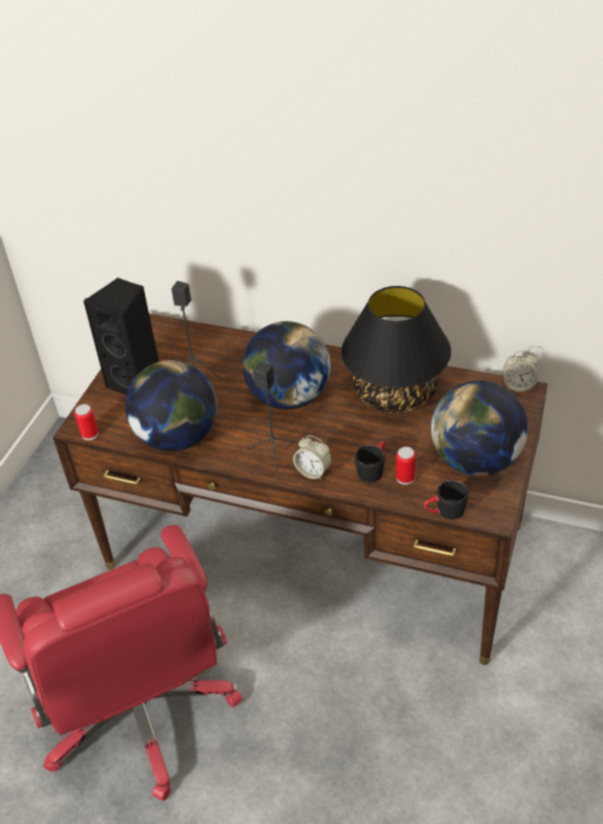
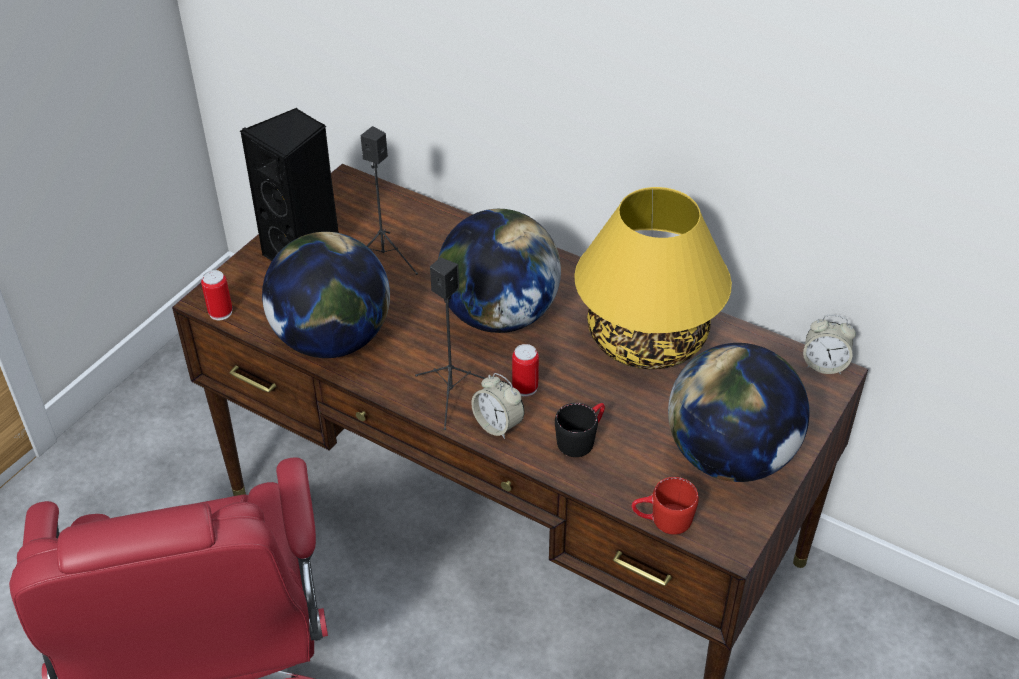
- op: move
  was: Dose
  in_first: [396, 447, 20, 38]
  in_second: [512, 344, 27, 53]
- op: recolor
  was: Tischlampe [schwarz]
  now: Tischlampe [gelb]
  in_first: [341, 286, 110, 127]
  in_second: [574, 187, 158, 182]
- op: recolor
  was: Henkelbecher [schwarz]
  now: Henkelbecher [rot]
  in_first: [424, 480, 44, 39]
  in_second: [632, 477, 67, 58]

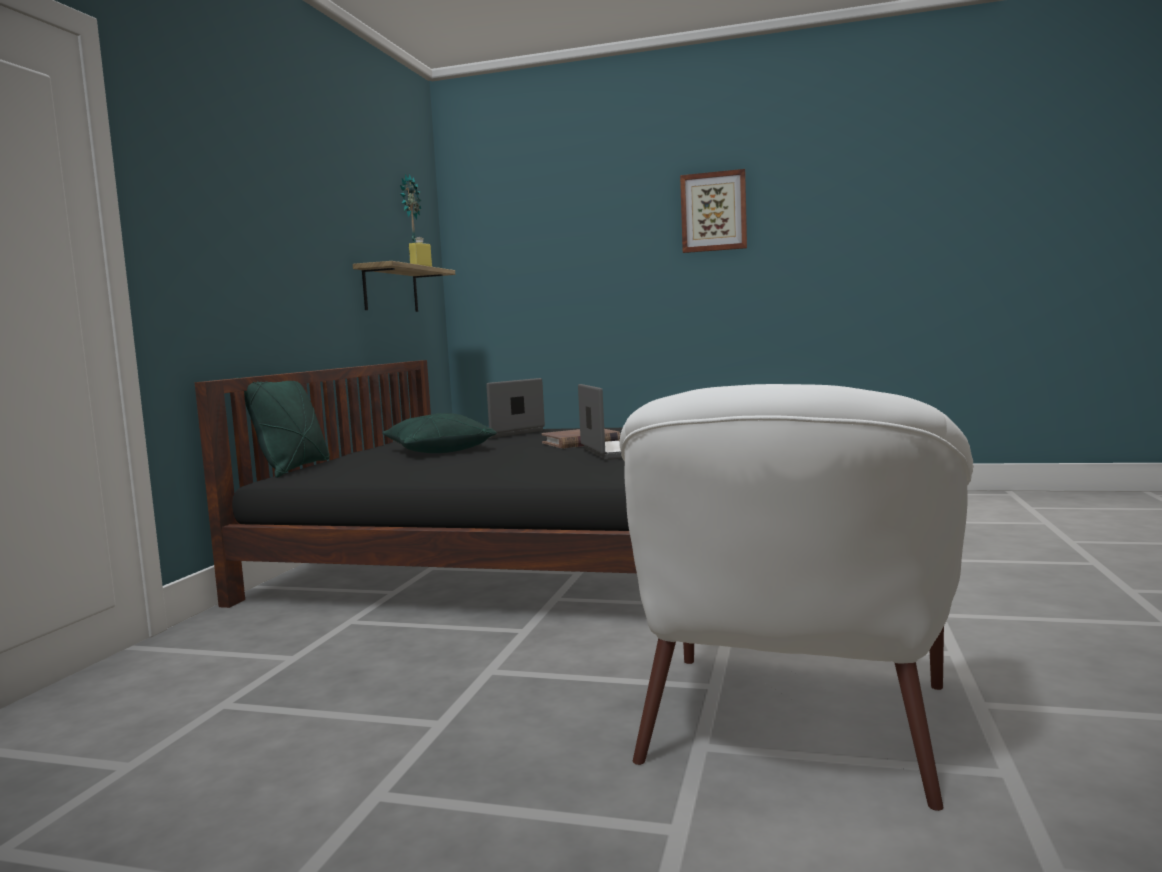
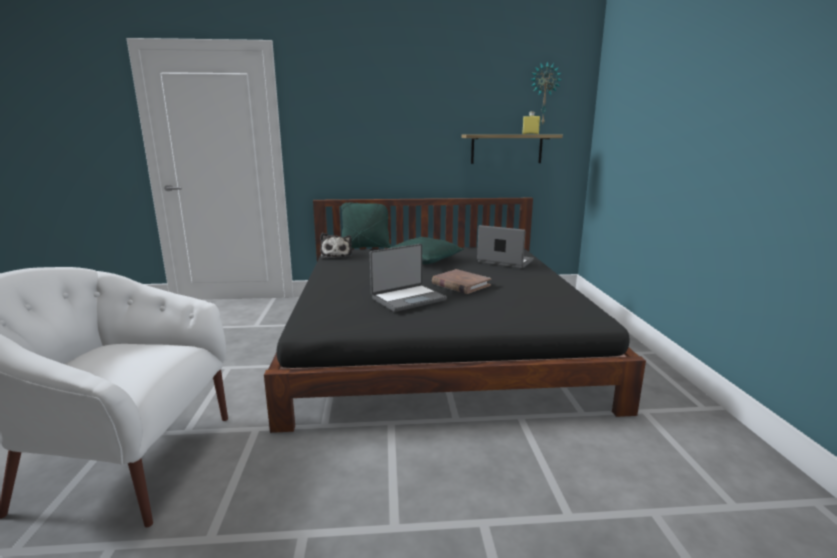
- op: insert
  now: Plüschtier
  in_second: [320, 233, 32, 25]
- op: delete
  was: Bild
  in_first: [680, 169, 67, 84]

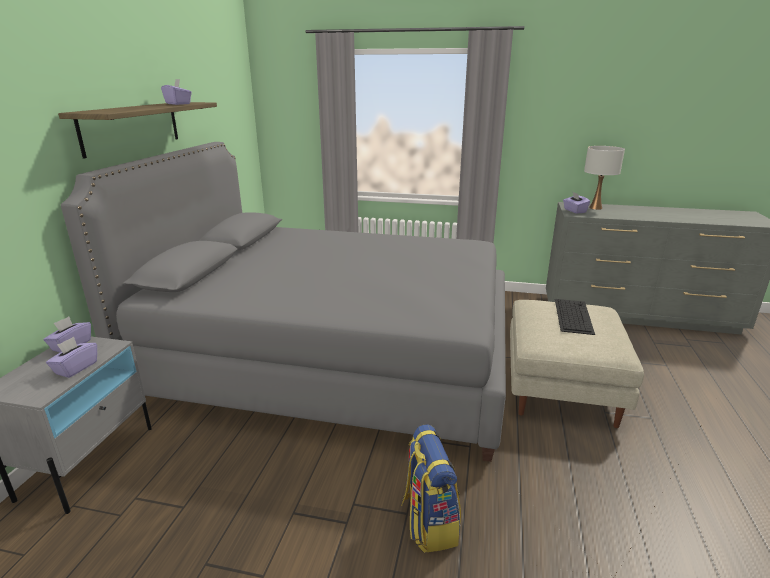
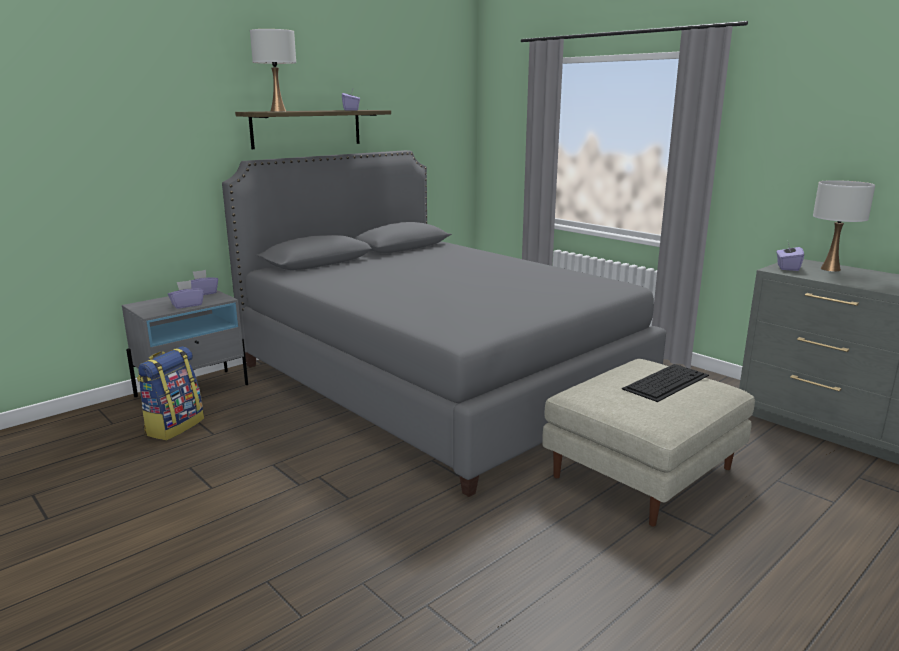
- op: move
  was: Rucksack
  in_first: [401, 424, 60, 129]
  in_second: [137, 346, 67, 94]
- op: insert
  now: Tischlampe [weiß]
  in_second: [250, 29, 46, 83]

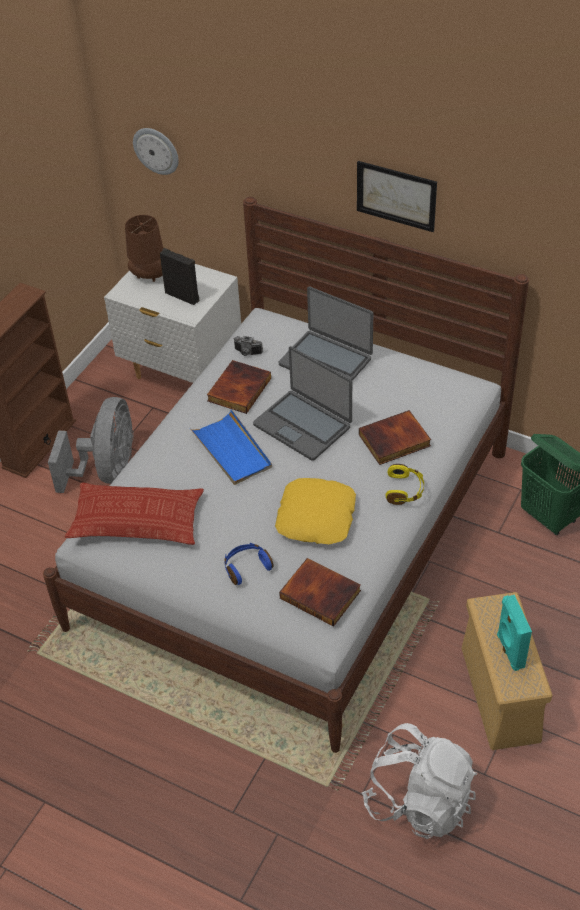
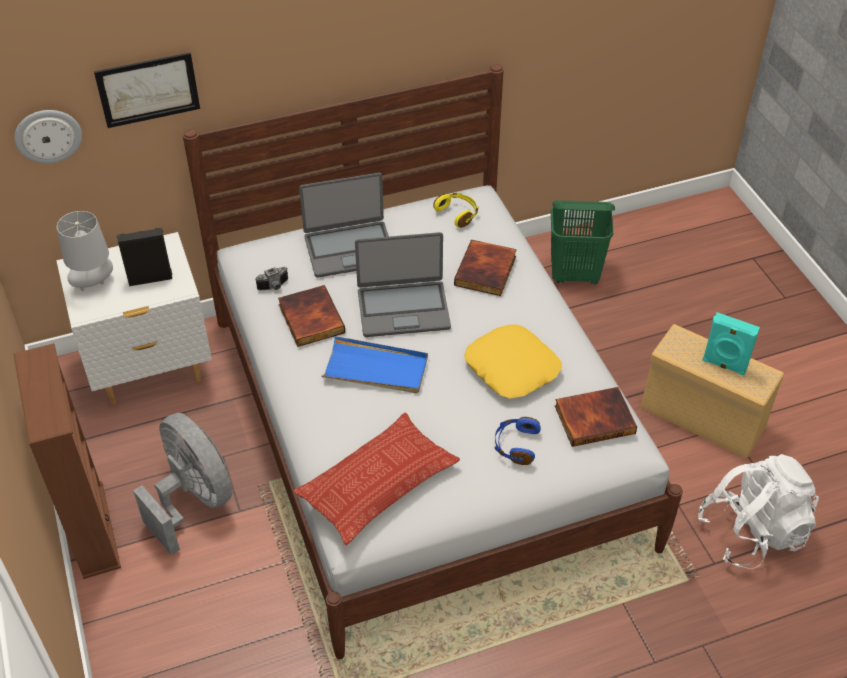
- op: recolor
  was: Tischlampe [braun]
  now: Tischlampe [grau]
  in_first: [125, 215, 39, 67]
  in_second: [57, 211, 56, 80]
- op: move
  was: Bild
  in_first: [357, 161, 80, 71]
  in_second: [94, 53, 106, 75]
- op: move
  was: Kopfhörer [gelb]
  in_first: [386, 464, 38, 41]
  in_second: [433, 193, 46, 35]

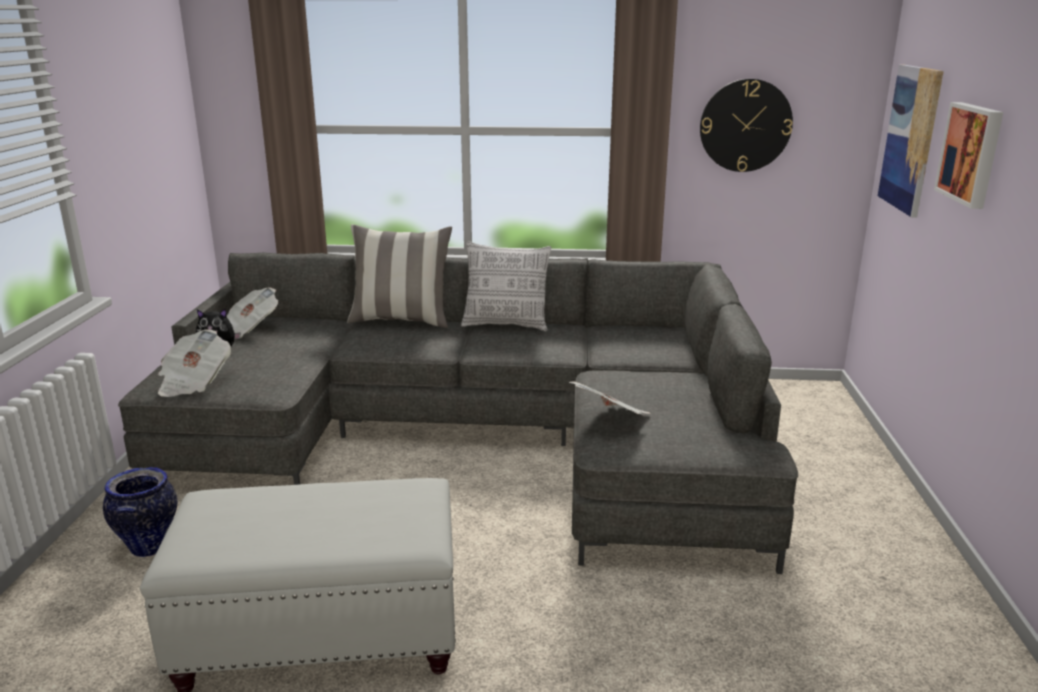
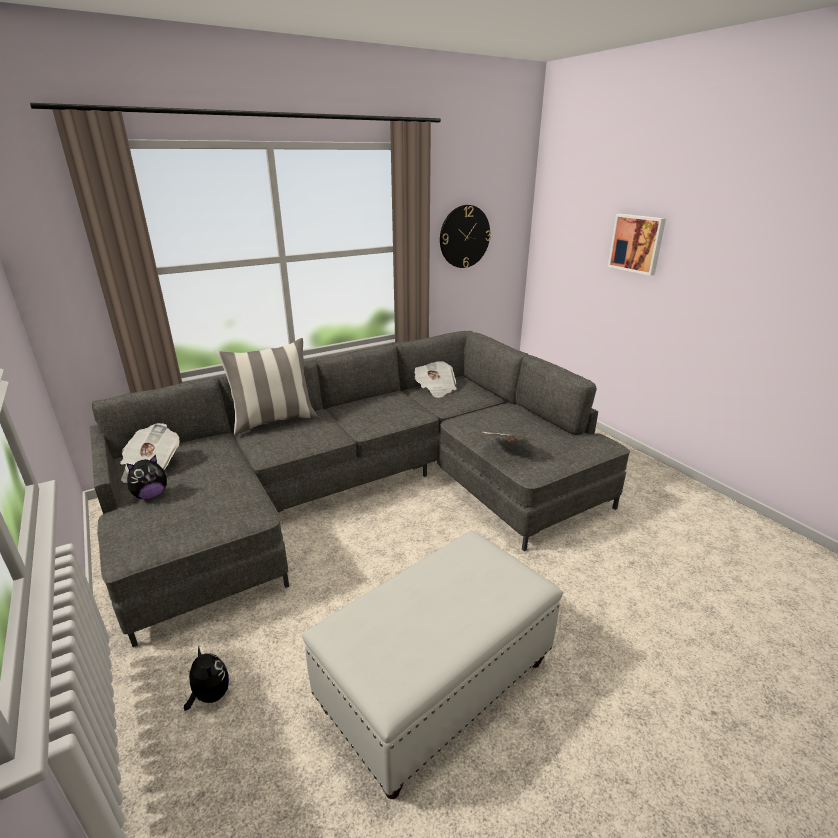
- op: replace
  was: Vase
  now: Plüschtier
  in_first: [103, 467, 74, 90]
  in_second: [184, 647, 45, 64]
- op: move
  was: Zeitung
  in_first: [158, 329, 73, 68]
  in_second: [415, 361, 42, 37]
- op: delete
  was: Kissen
  in_first: [461, 241, 90, 91]
- op: delete
  was: Bild
  in_first: [878, 65, 66, 152]

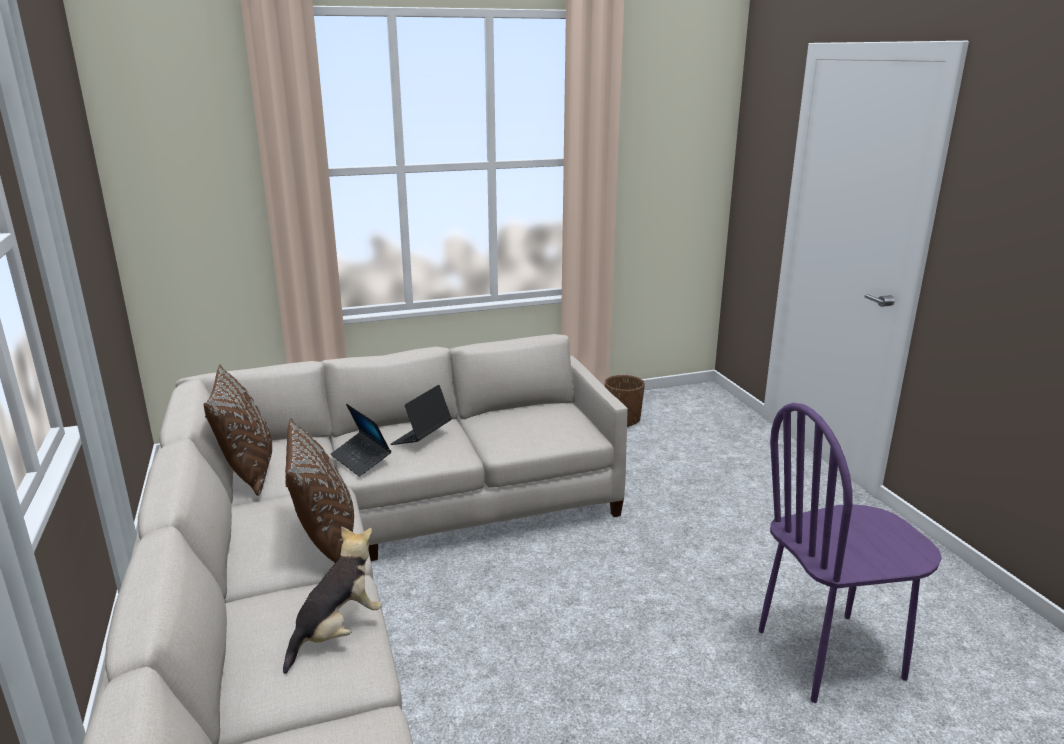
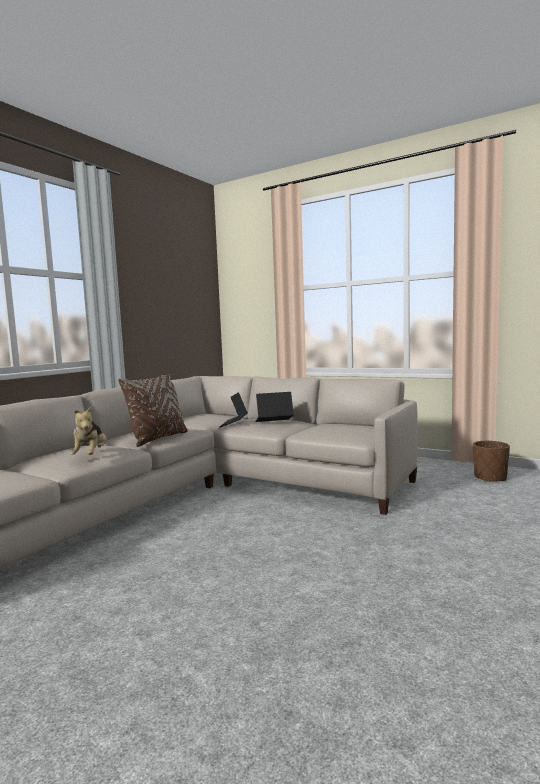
- op: rotate
  was: Plüschtier
  in_first: [283, 526, 99, 148]
  in_second: [70, 406, 37, 49]
  clockwise: 90
- op: delete
  was: Kissen [braun]
  in_first: [204, 365, 68, 131]
- op: delete
  was: Stuhl [lila]
  in_first: [758, 403, 184, 300]

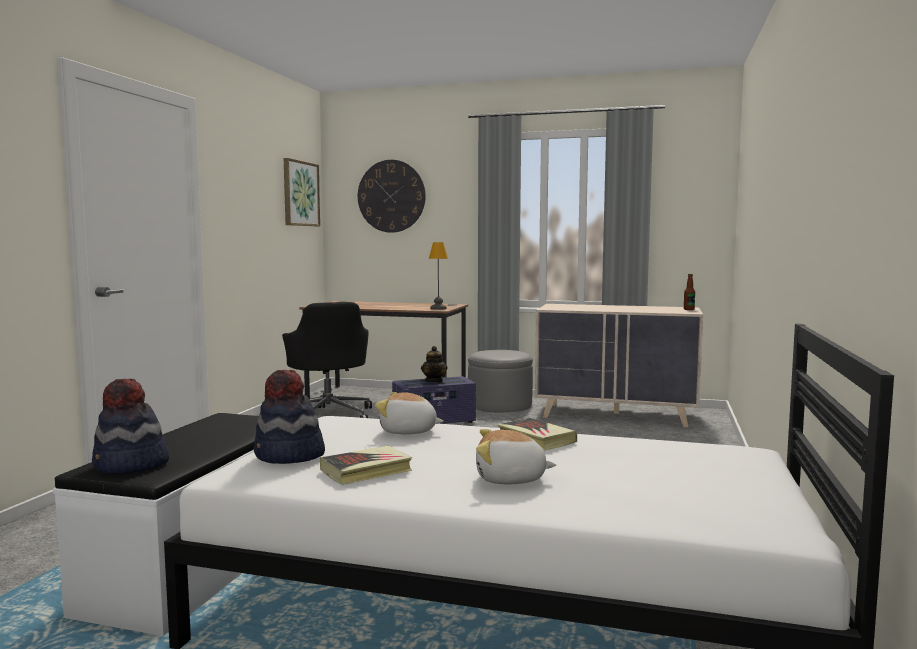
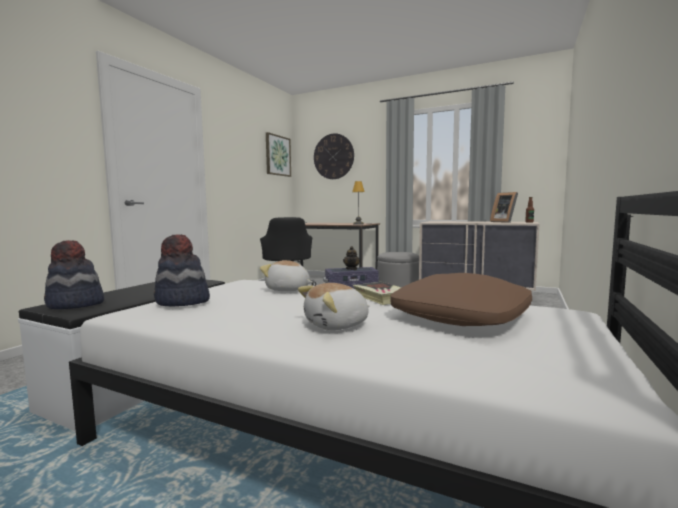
- op: rotate
  was: Plüschtier
  in_first: [476, 429, 80, 55]
  in_second: [298, 283, 72, 47]
  clockwise: -45
- op: insert
  now: Kissen [braun]
  in_second: [390, 273, 142, 53]
- op: insert
  now: Bilderrahmen
  in_second: [490, 192, 28, 31]
- op: delete
  was: Buch
  in_first: [320, 446, 93, 39]

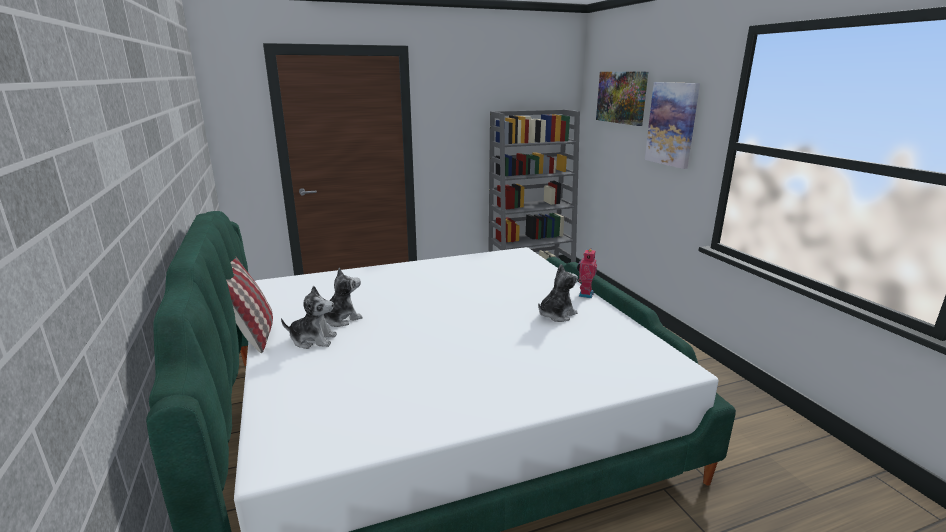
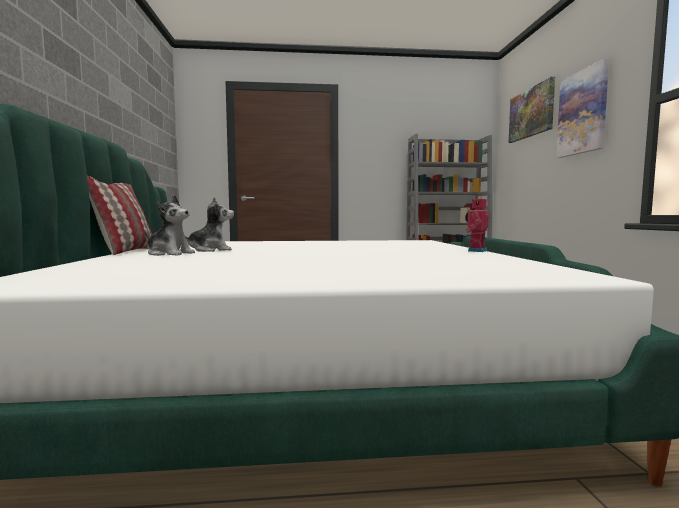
- op: delete
  was: Plüschtier
  in_first: [538, 264, 40, 58]

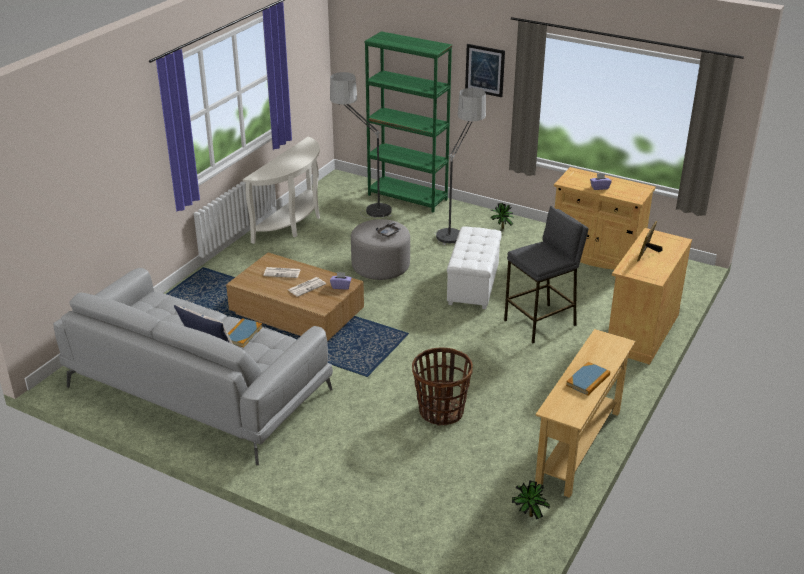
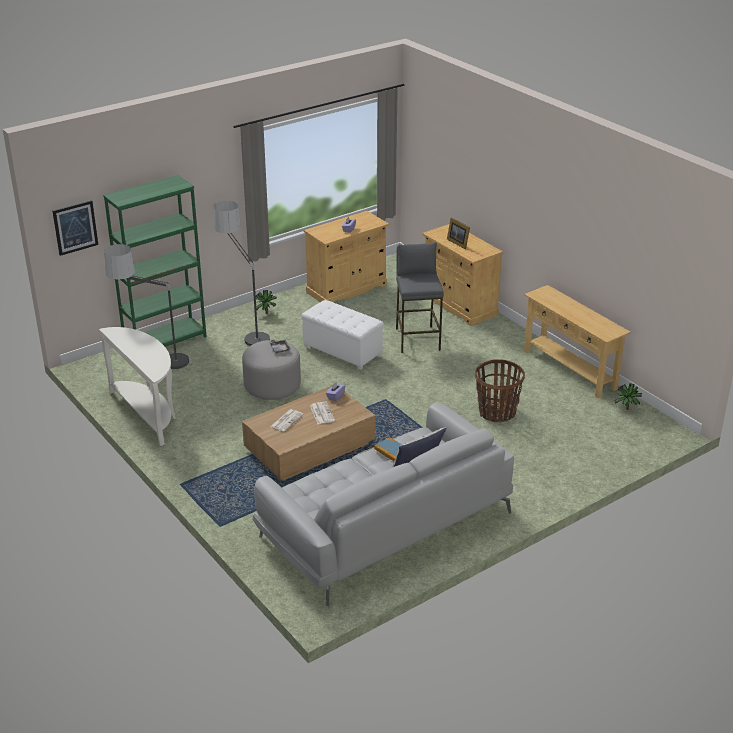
- op: move
  was: Bild
  in_first: [465, 44, 40, 53]
  in_second: [52, 200, 46, 56]
- op: delete
  was: Buch
  in_first: [566, 362, 44, 33]

